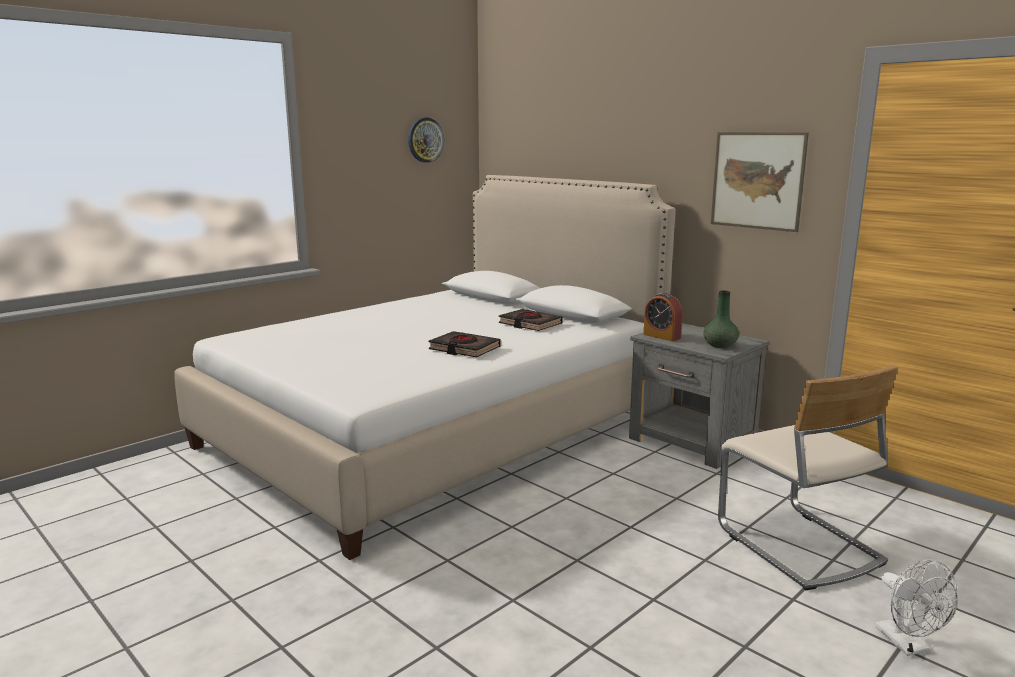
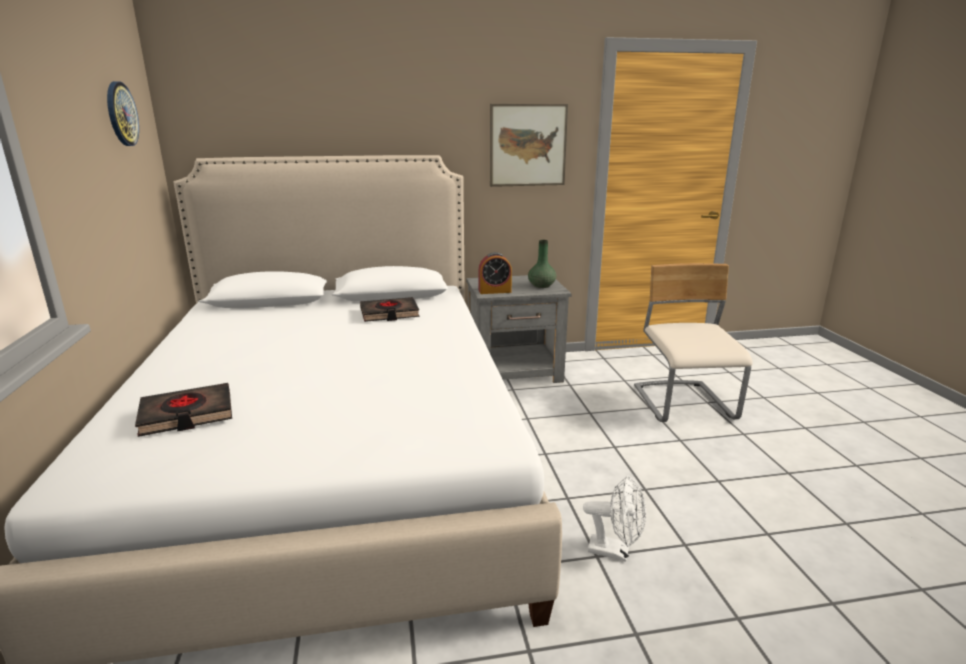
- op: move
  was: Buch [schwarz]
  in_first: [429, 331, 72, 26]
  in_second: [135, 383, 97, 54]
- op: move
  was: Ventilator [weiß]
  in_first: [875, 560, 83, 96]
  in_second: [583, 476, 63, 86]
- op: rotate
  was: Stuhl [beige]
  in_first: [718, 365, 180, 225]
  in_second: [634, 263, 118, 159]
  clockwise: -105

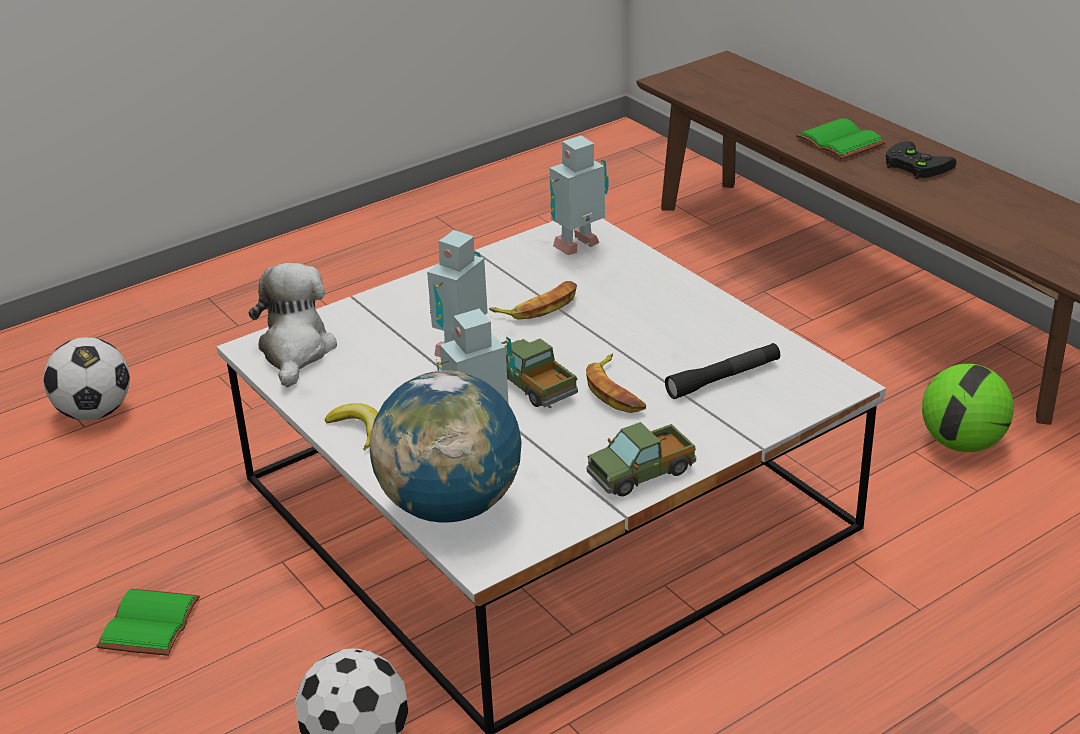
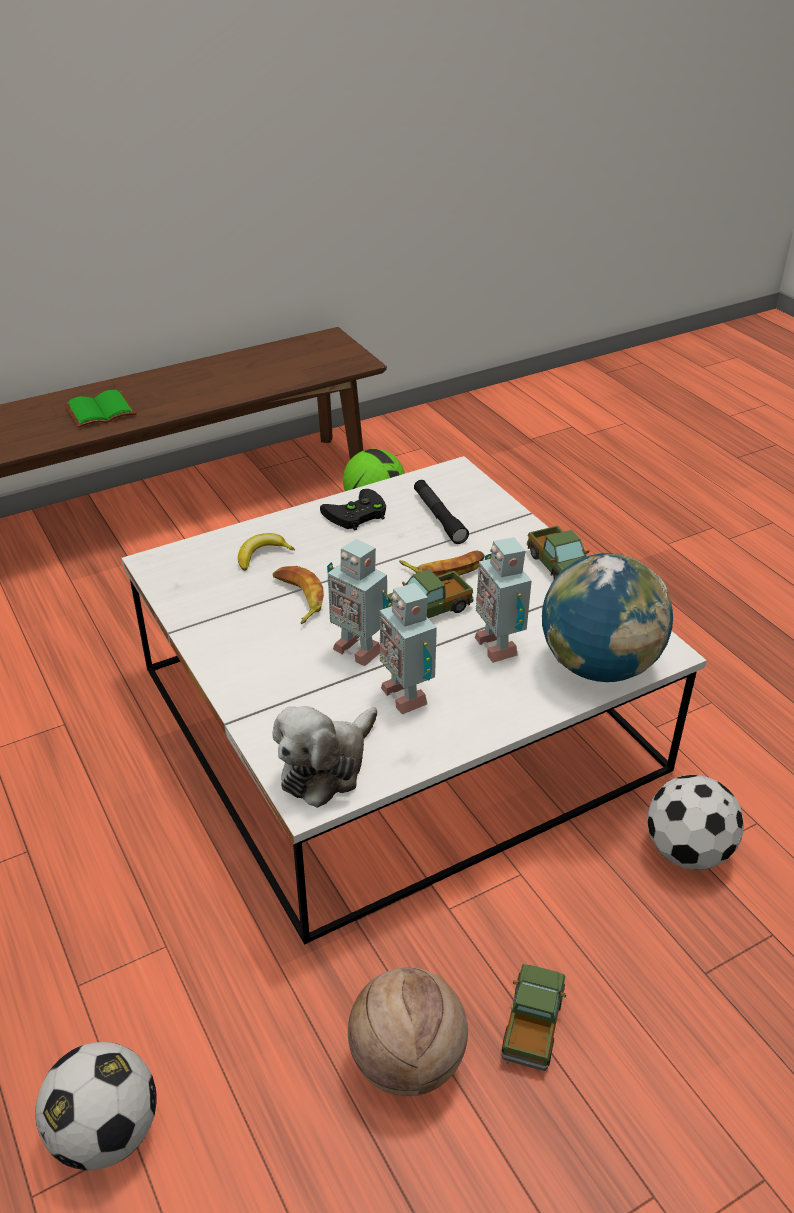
- op: move
  was: Banane
  in_first: [325, 403, 53, 47]
  in_second: [238, 533, 57, 38]
- op: rotate
  was: Plüschtier
  in_first: [248, 263, 89, 124]
  in_second: [272, 706, 105, 102]
  clockwise: -60
- op: move
  was: Gamepad [schwarz]
  in_first: [886, 141, 71, 38]
  in_second: [320, 489, 66, 42]
- op: insert
  now: Basketball
  in_second: [348, 967, 120, 129]
- op: move
  was: Spielzeugroboter
  in_first: [550, 135, 59, 120]
  in_second: [379, 583, 58, 131]
- op: replace
  was: Buch [grün]
  now: Spielzeuglaster
  in_first: [96, 589, 104, 67]
  in_second: [501, 964, 65, 107]

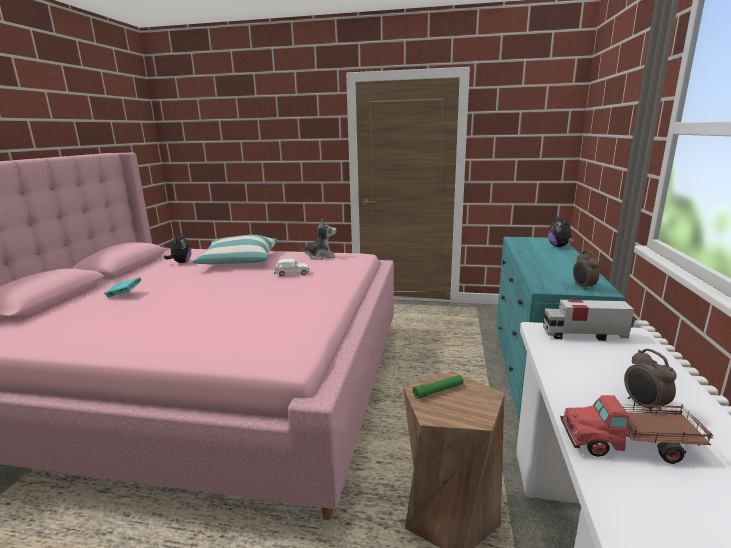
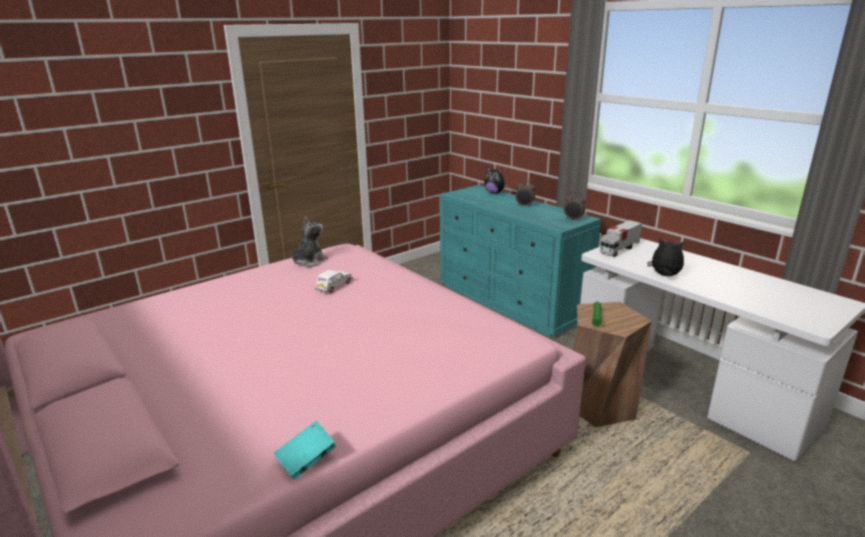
- op: move
  was: Buch [türkis]
  in_first: [104, 278, 37, 20]
  in_second: [274, 421, 62, 59]
- op: move
  was: Wecker
  in_first: [624, 349, 53, 63]
  in_second: [515, 180, 20, 27]
- op: move
  was: Plüschtier
  in_first: [164, 234, 27, 29]
  in_second: [647, 238, 37, 38]
- op: delete
  was: Kissen
  in_first: [192, 235, 86, 30]
- op: delete
  was: Spielzeuglaster
  in_first: [560, 395, 154, 69]

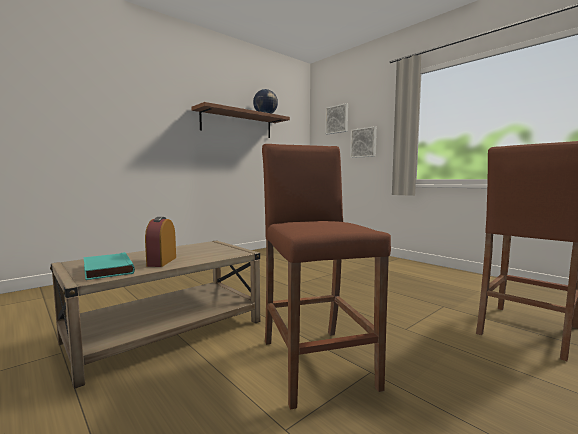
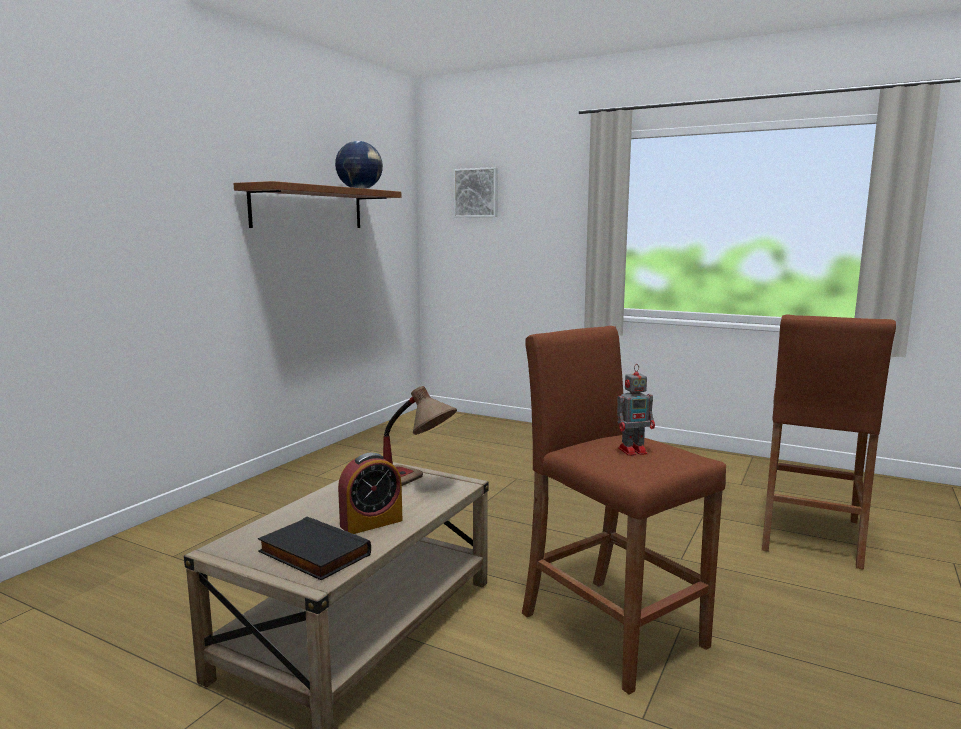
- op: recolor
  was: Buch [türkis]
  now: Buch [schwarz]
  in_first: [84, 252, 51, 28]
  in_second: [258, 517, 113, 63]
- op: rotate
  was: Wecker
  in_first: [145, 217, 31, 50]
  in_second: [338, 452, 64, 82]
  clockwise: -105
- op: insert
  now: Tischlampe
  in_second: [383, 386, 74, 100]
- op: insert
  now: Spielzeugroboter
  in_second: [617, 364, 38, 92]
- op: delete
  was: Bild
  in_first: [350, 126, 27, 32]

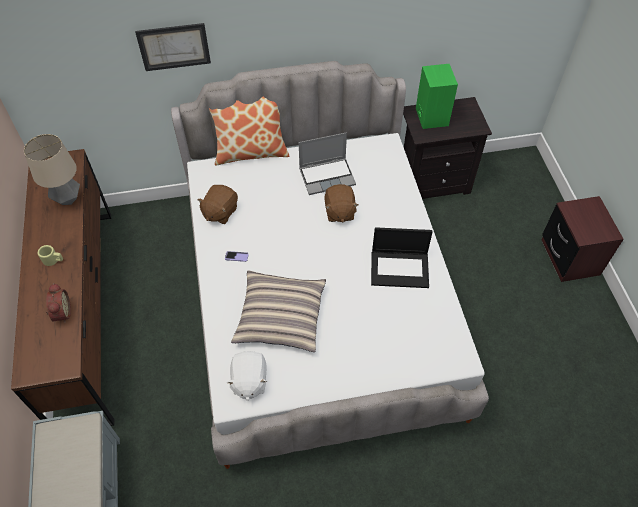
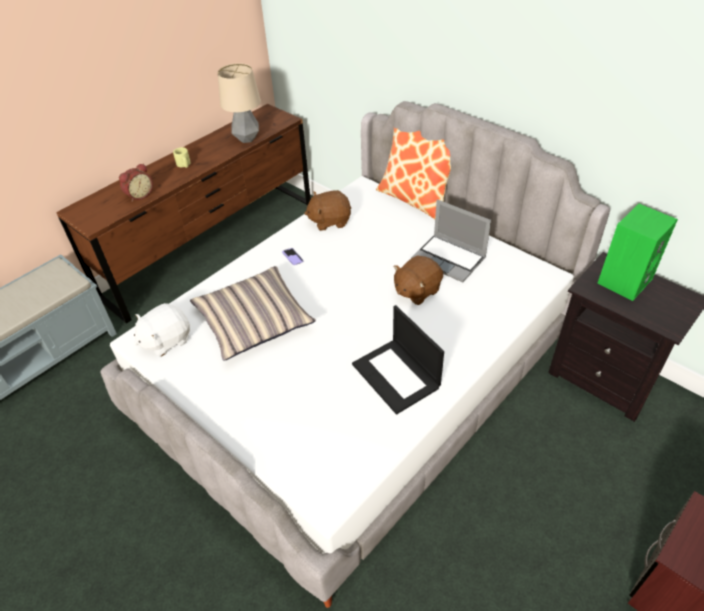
- op: delete
  was: Bild
  in_first: [135, 23, 76, 48]

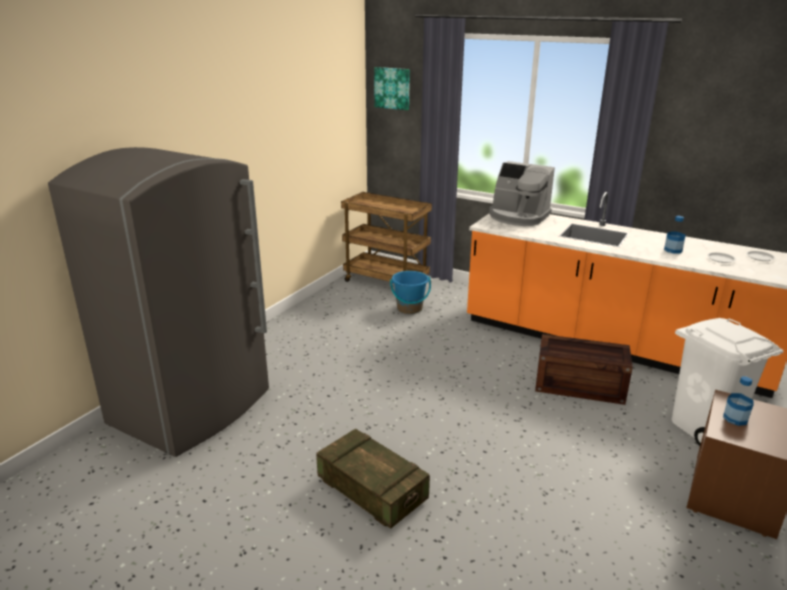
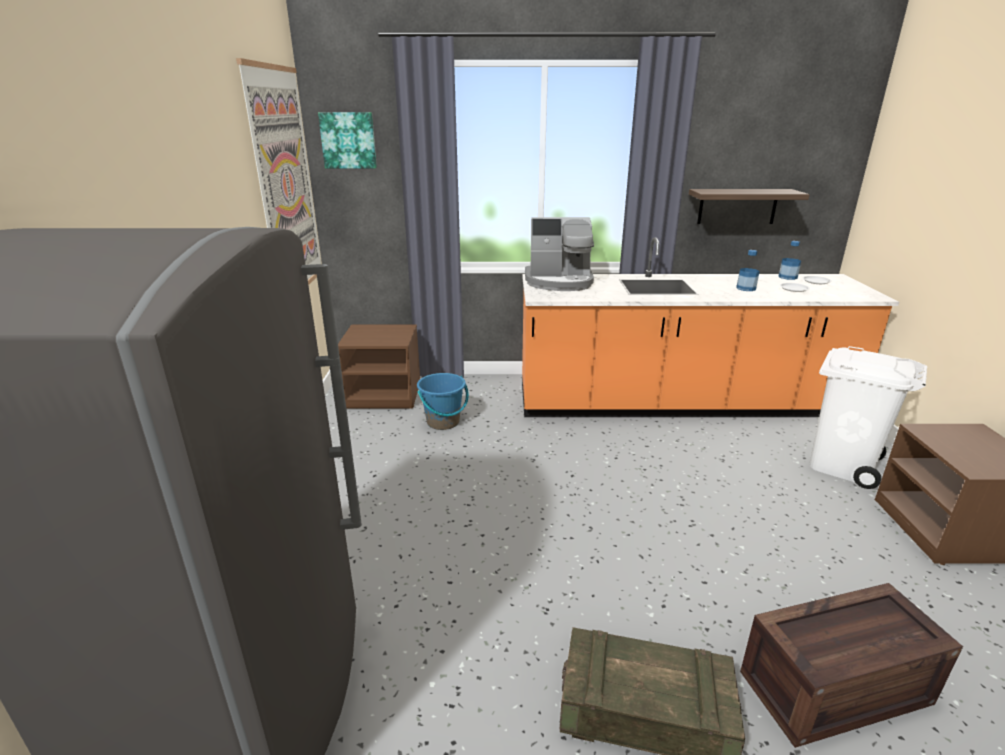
- op: insert
  now: Bild
  in_second: [236, 58, 85, 227]
- op: replace
  was: Rollwagen [braun]
  now: Nachttisch [braun]
  in_first: [341, 192, 91, 90]
  in_second: [338, 325, 82, 84]
- op: insert
  now: Wandregal
  in_second: [689, 189, 121, 35]
- op: move
  was: Kiste
  in_first: [535, 334, 98, 71]
  in_second: [740, 583, 223, 165]
- op: move
  was: Flasche
  in_first: [723, 376, 31, 50]
  in_second: [778, 241, 23, 39]

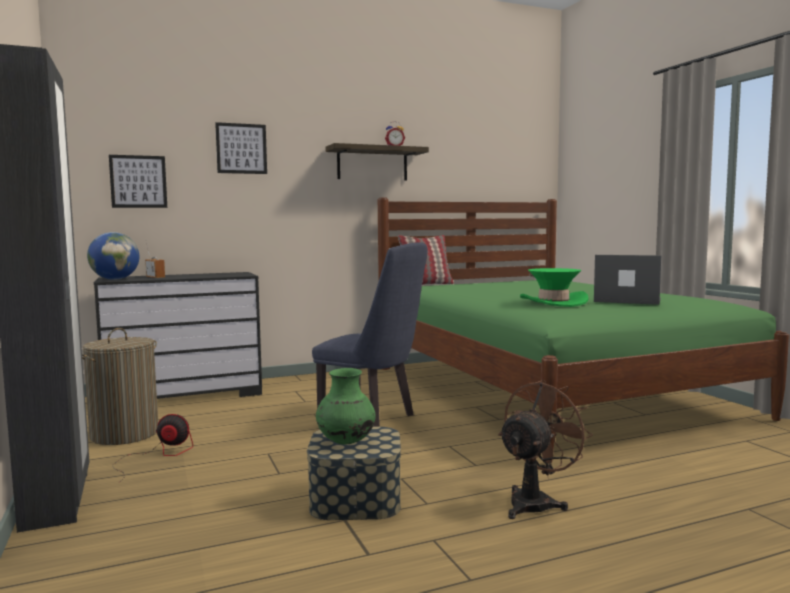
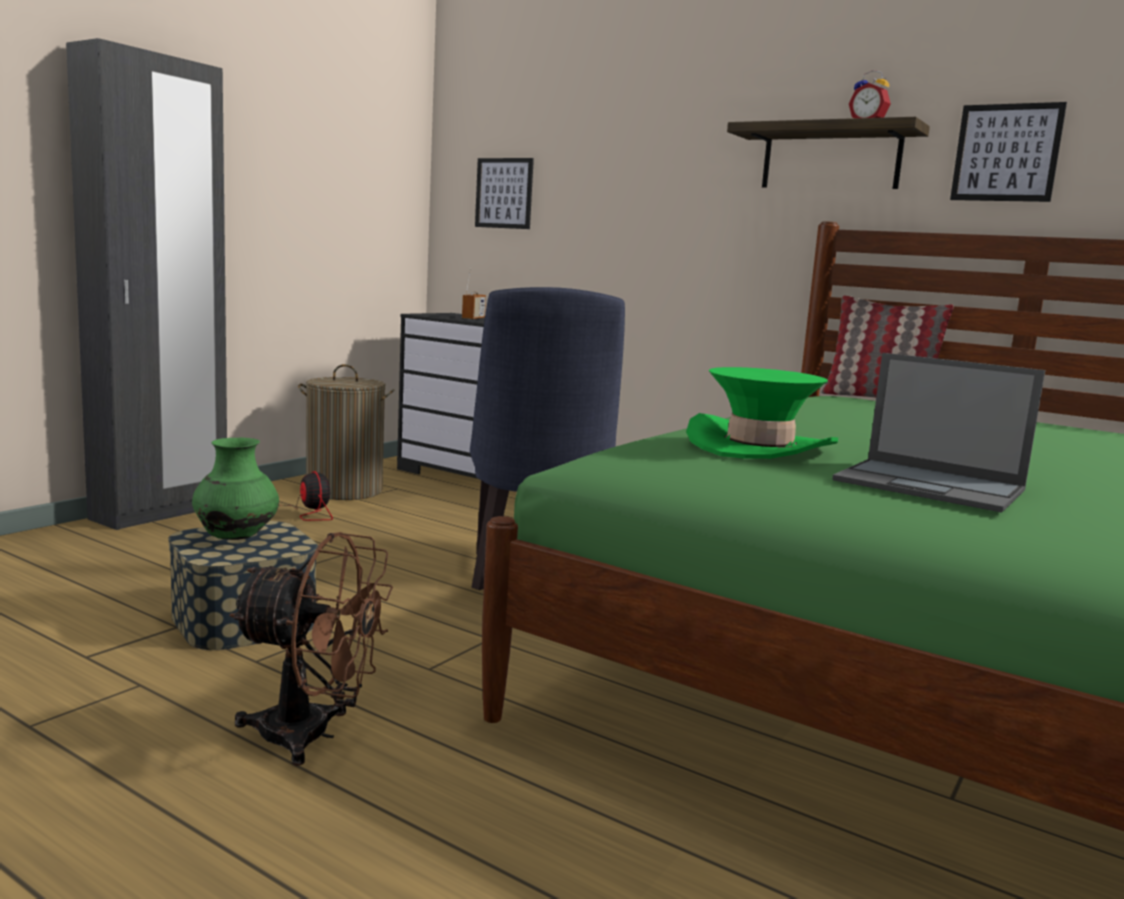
- op: rotate
  was: Laptop
  in_first: [594, 255, 67, 50]
  in_second: [832, 353, 213, 159]
  clockwise: 135
- op: move
  was: Bild
  in_first: [215, 122, 52, 52]
  in_second: [950, 102, 117, 100]
- op: delete
  was: Globus
  in_first: [87, 232, 52, 48]

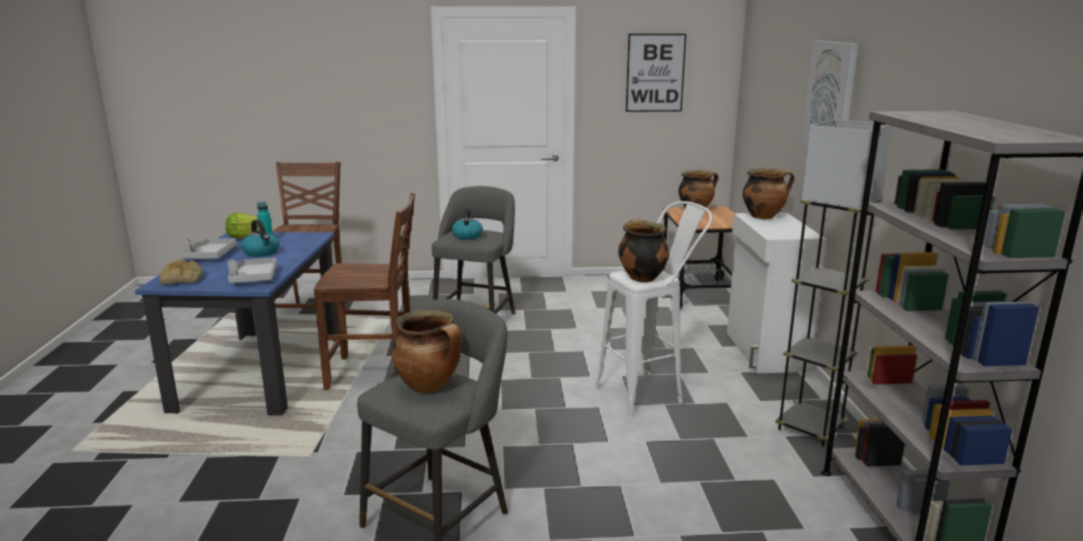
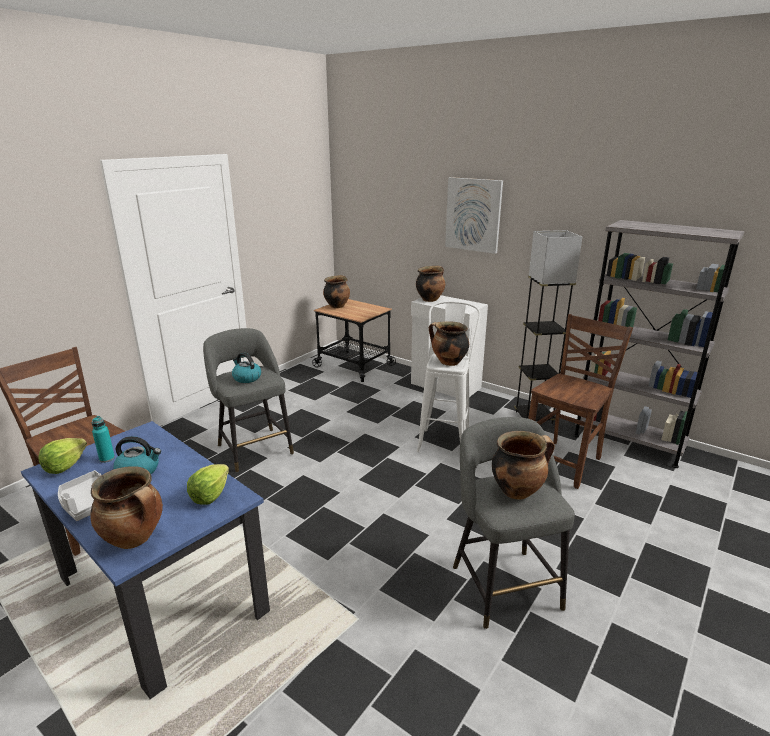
- op: replace
  was: Brot
  now: Kochtopf
  in_first: [159, 260, 44, 25]
  in_second: [90, 466, 73, 83]
- op: replace
  was: Tablett [grau]
  now: Salatkopf
  in_first: [228, 257, 49, 26]
  in_second: [187, 464, 42, 41]
- op: move
  was: Stuhl [braun]
  in_first: [314, 193, 101, 197]
  in_second: [528, 314, 105, 175]
- op: delete
  was: Bild
  in_first: [626, 34, 60, 78]

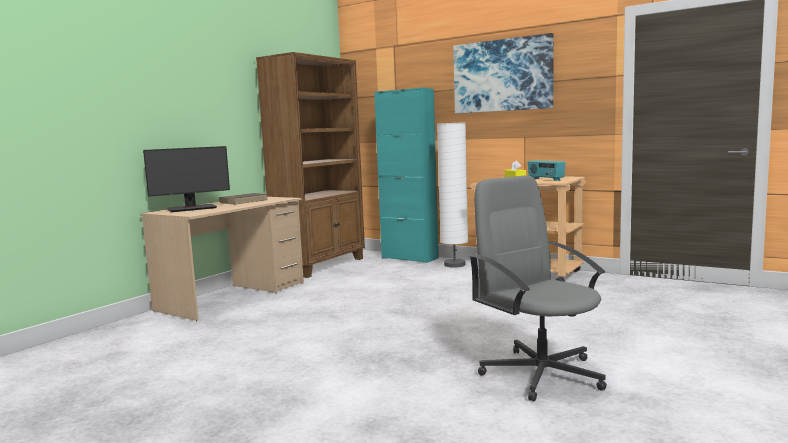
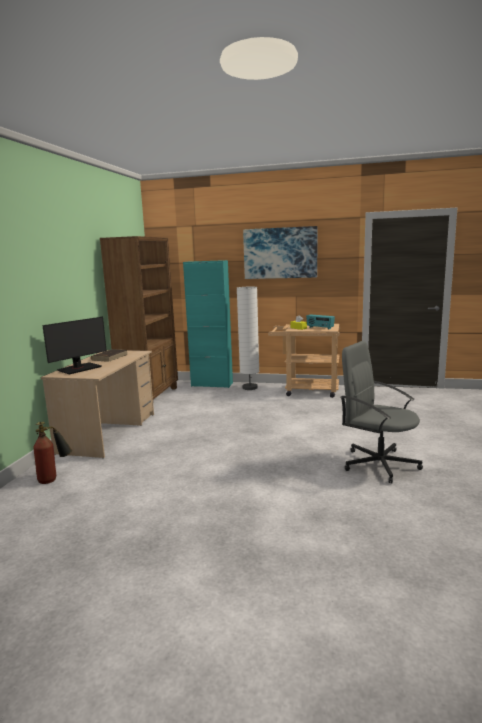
- op: insert
  now: Feuerlöscher
  in_second: [34, 422, 38, 62]

